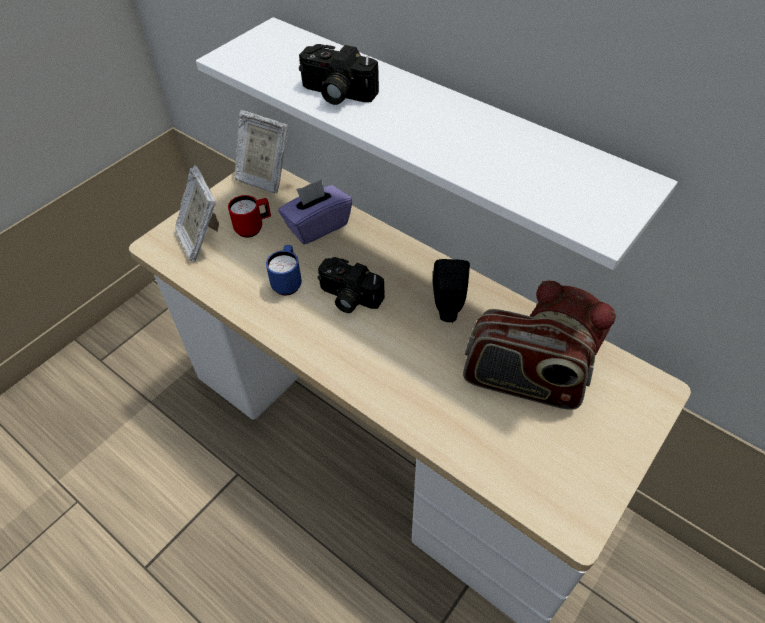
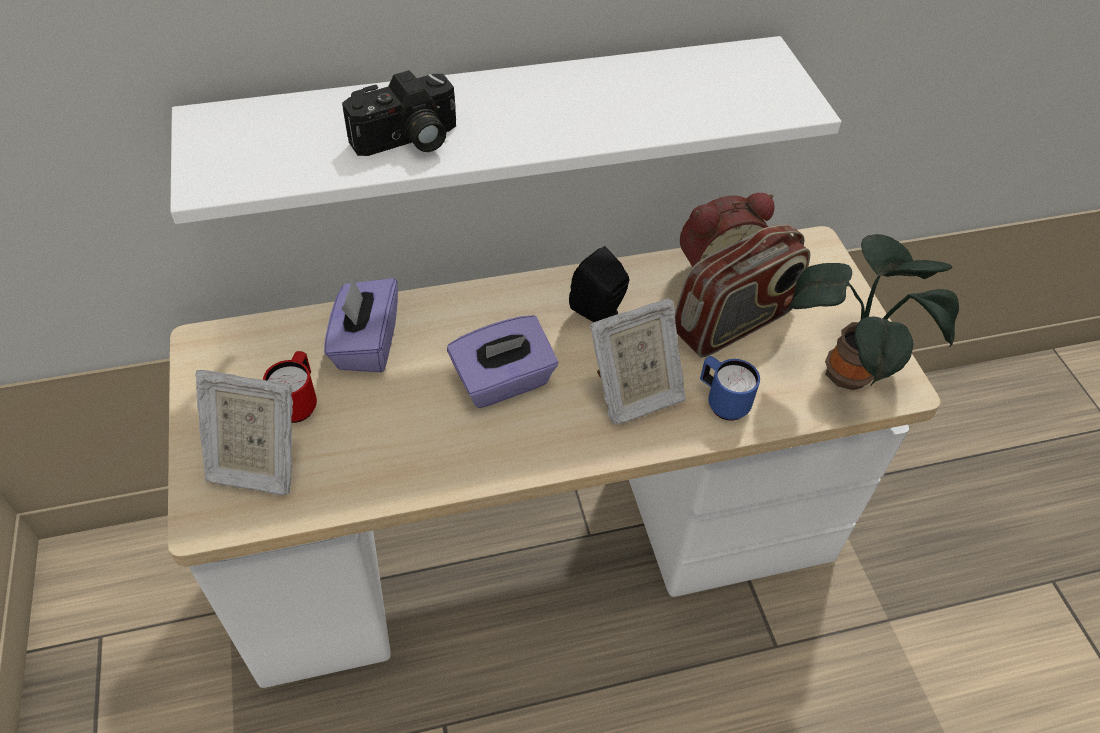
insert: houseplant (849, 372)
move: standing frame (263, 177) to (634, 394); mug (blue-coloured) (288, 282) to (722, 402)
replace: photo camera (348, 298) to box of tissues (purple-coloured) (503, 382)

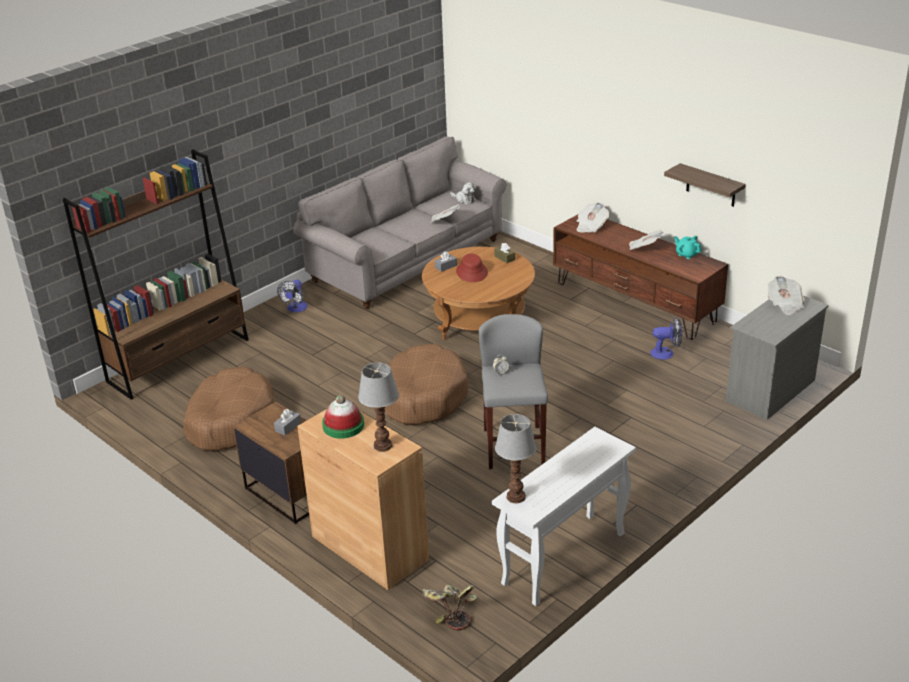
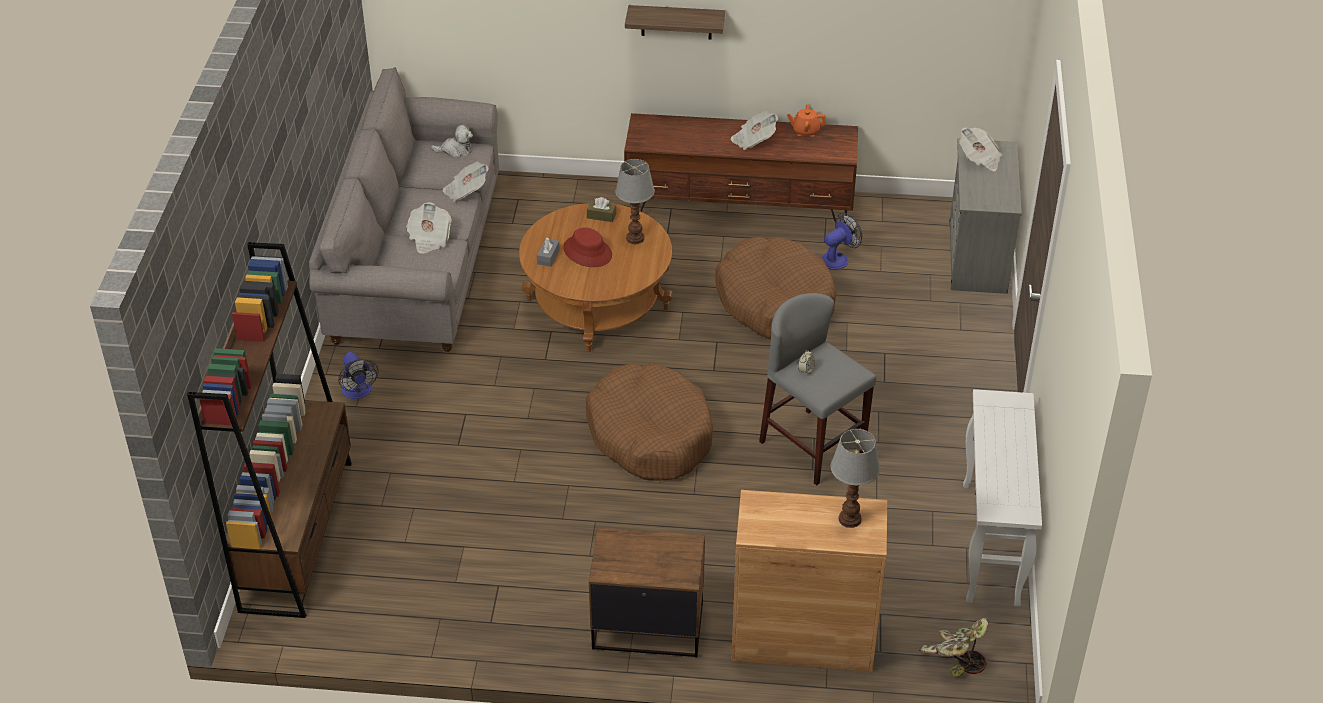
delete: box of tissues (gray) (288, 427); wearable hat (343, 425)
move: daily paper (591, 226) to (429, 238); table lamp (516, 497) to (636, 238); shelf (711, 185) to (676, 22); dog cushion (brown) (230, 421) to (775, 302)
recolor: tea pot (blue-green) (686, 254) to tea pot (orange) (805, 131)

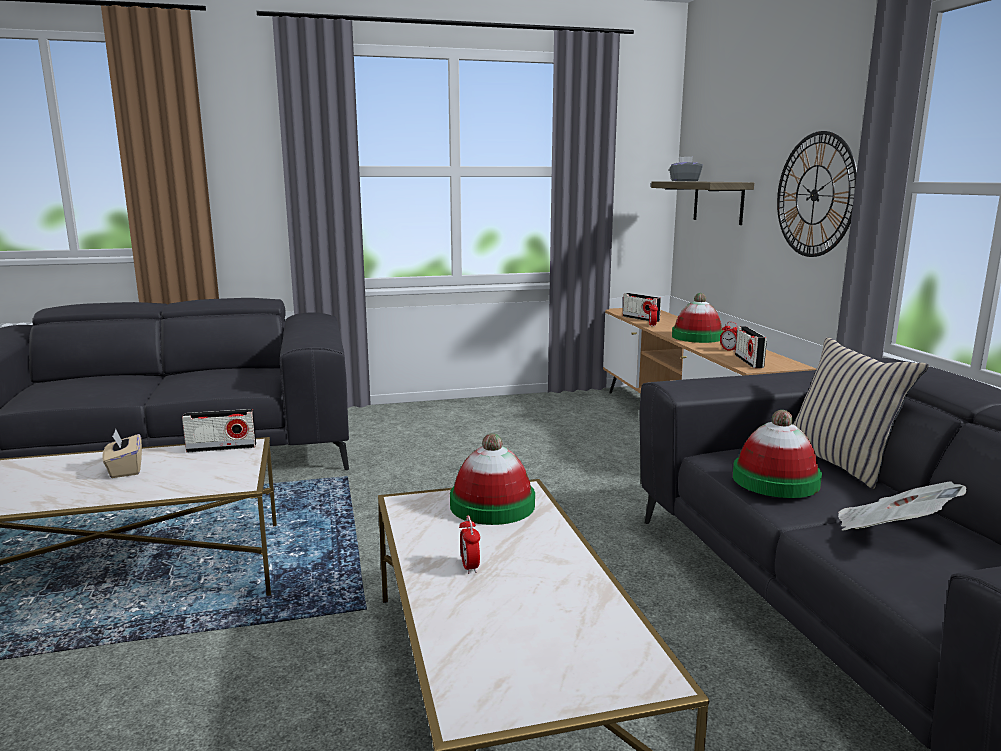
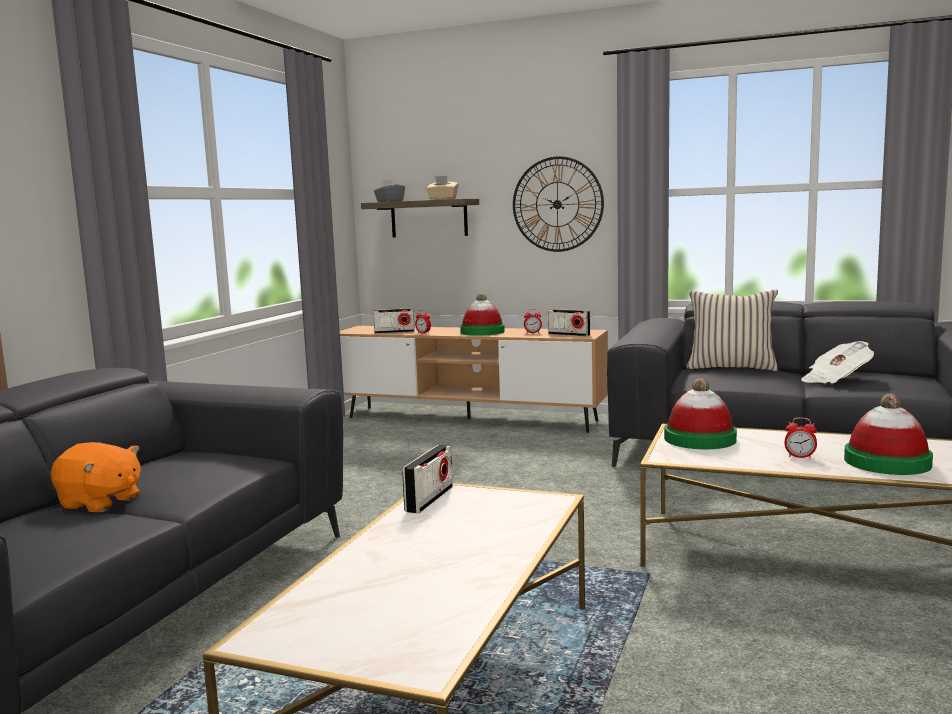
insert: soft toy (orange) (100, 502)
move: box of tissues (sand-coloured) (125, 469) to (442, 199); wearable hat (775, 480) to (887, 462)

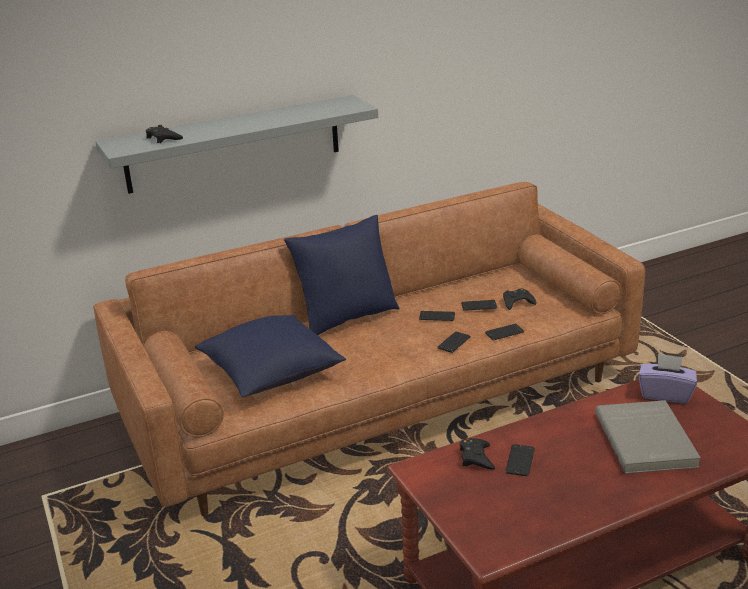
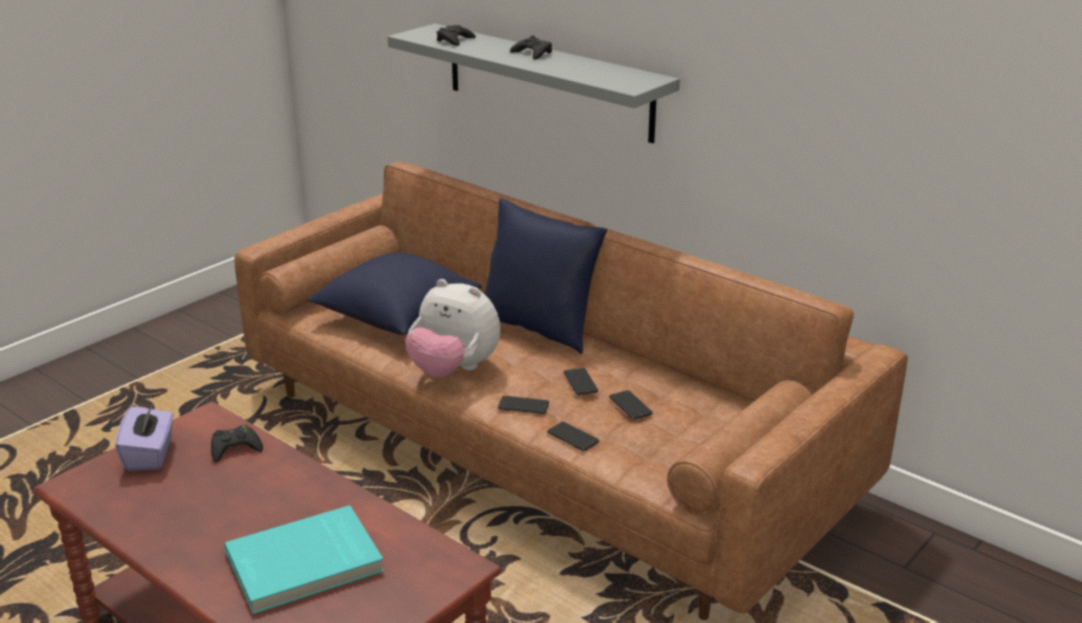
delete: phone (520, 460)
insert: soft toy (453, 370)
move: box of tissues (purple-coloured) (665, 394) to (150, 455); joypad (blackish) (517, 302) to (533, 53)
recolor: bound book (gray) (647, 440) to bound book (blue-green) (305, 564)

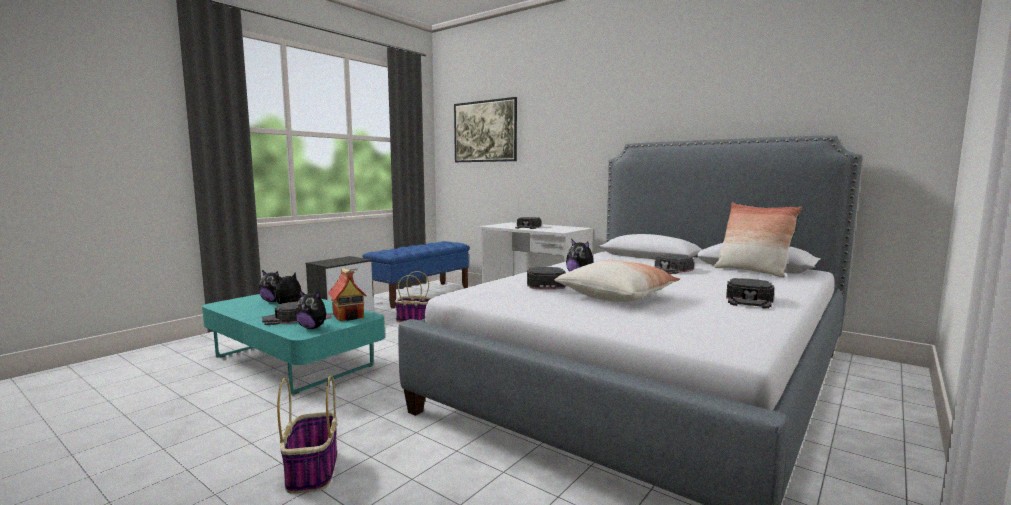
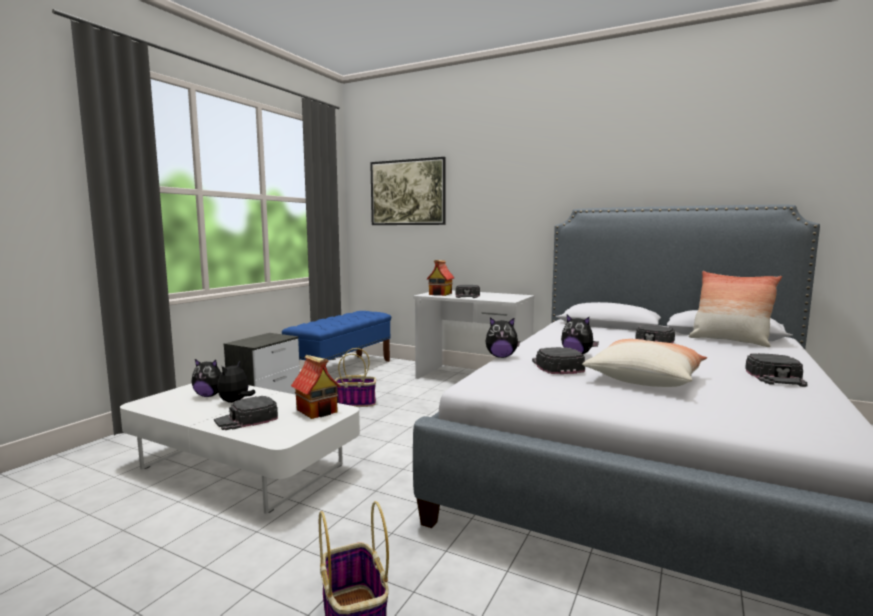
insert: model house (440, 294)
move: soft toy (313, 327) to (501, 357)
recolor: coffee table (blue-green) (293, 361) to coffee table (white-coloured) (242, 467)

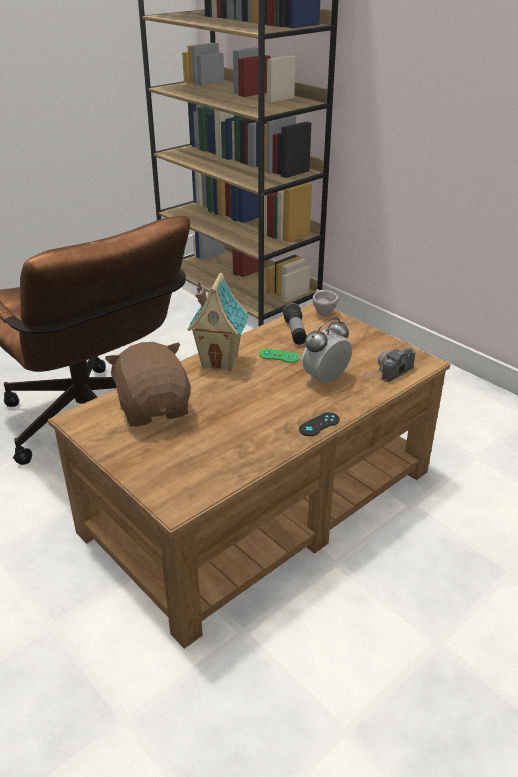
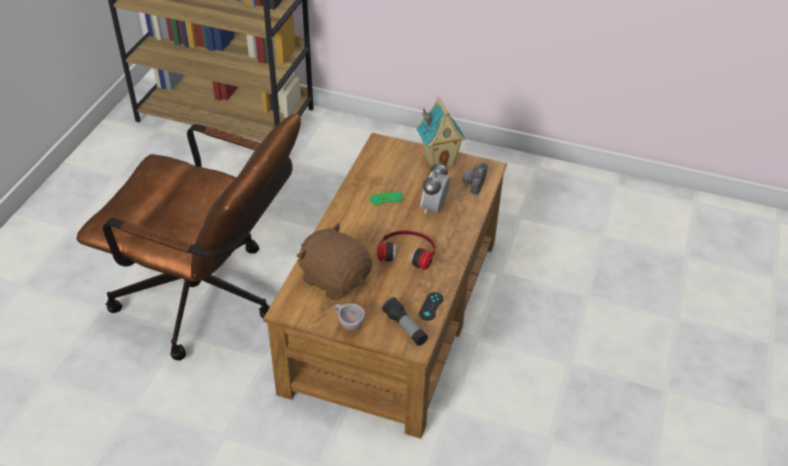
insert: headset (407, 251)
move: drinking cup (sand-coloured) (322, 312) to (348, 325); torch (295, 332) to (405, 328); model house (220, 361) to (439, 160); joypad (blackish) (319, 424) to (431, 306)

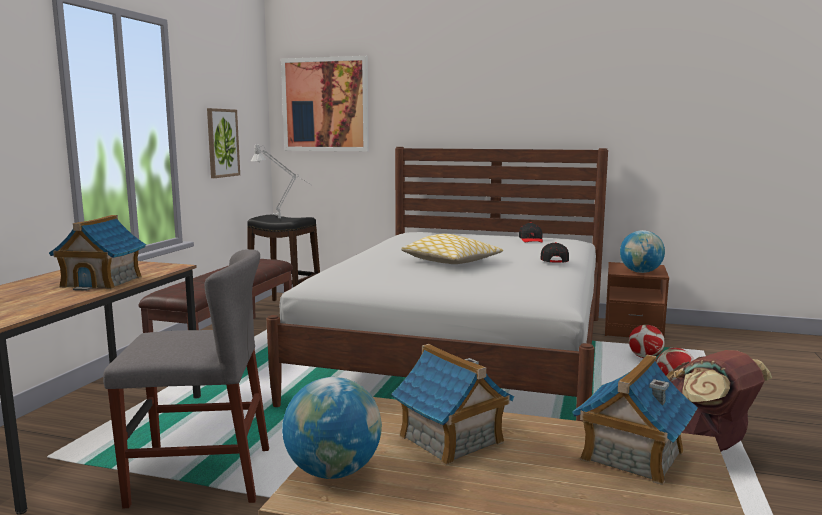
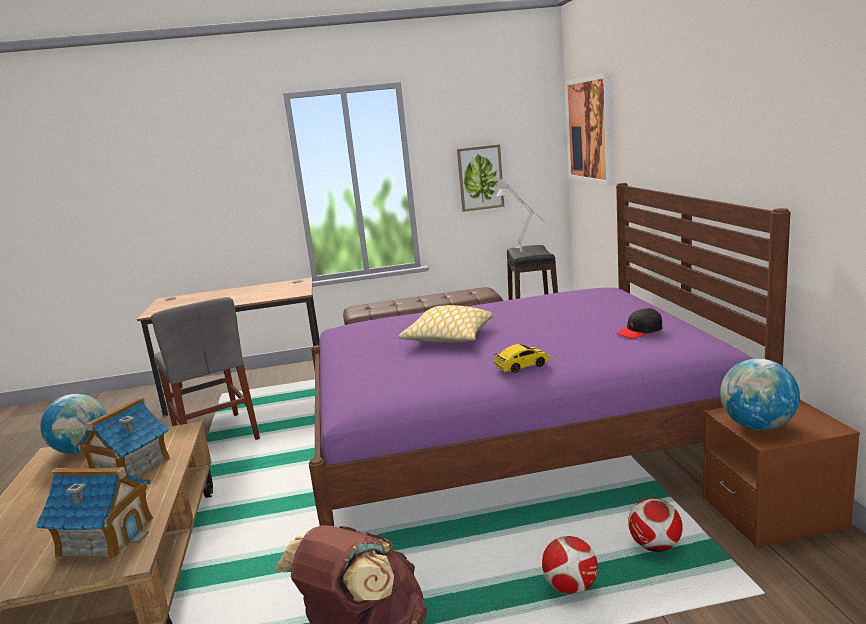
delete: model house (102, 282)
replace: cap (blackish) (553, 260) to miniature car (522, 366)
recolor: bedroom bed (white-coloured) (464, 355) to bedroom bed (purple-coloured) (512, 441)

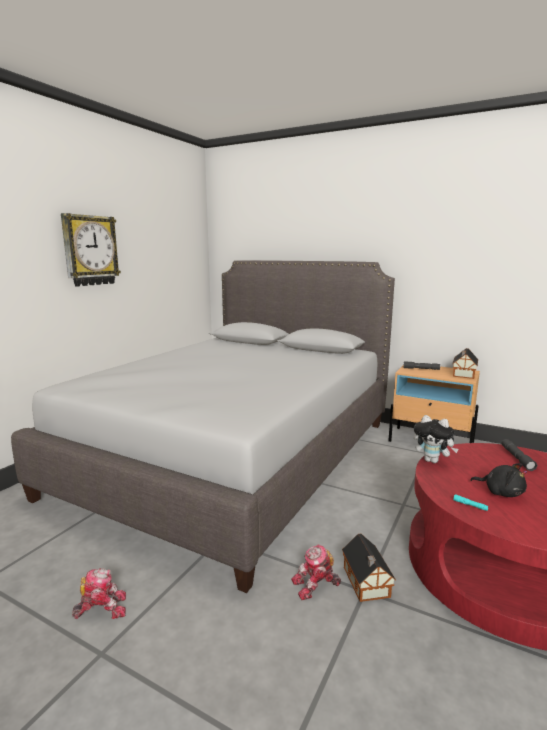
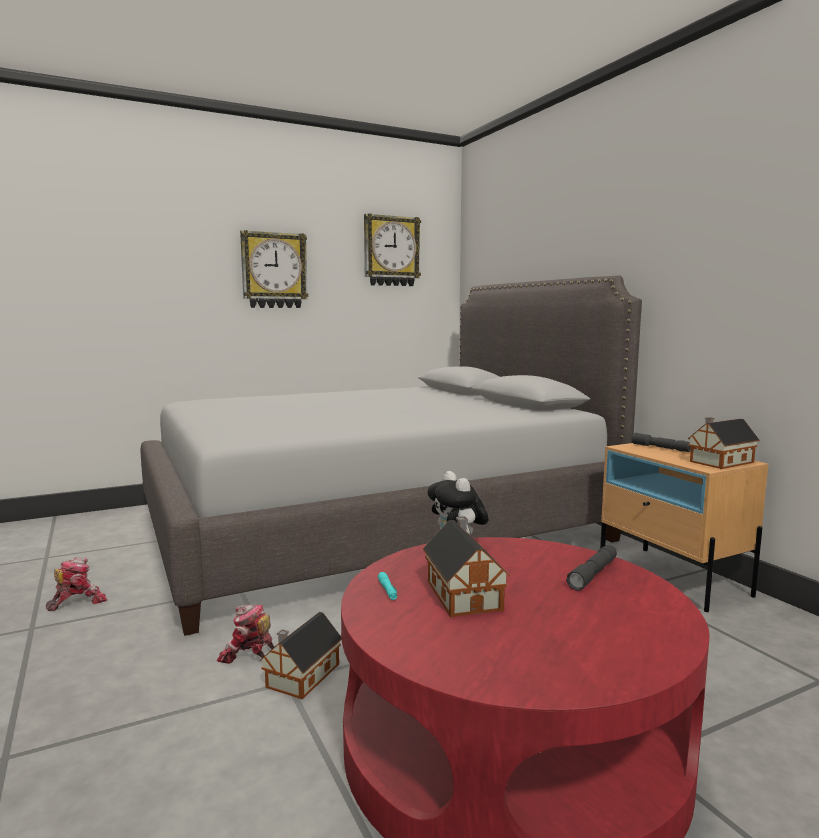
insert: hanging clock (391, 251)
replace: soft toy (blackish) (501, 492) to model house (463, 593)
rotate: model robot (102, 608) = (77, 601) 60 degrees counterclockwise

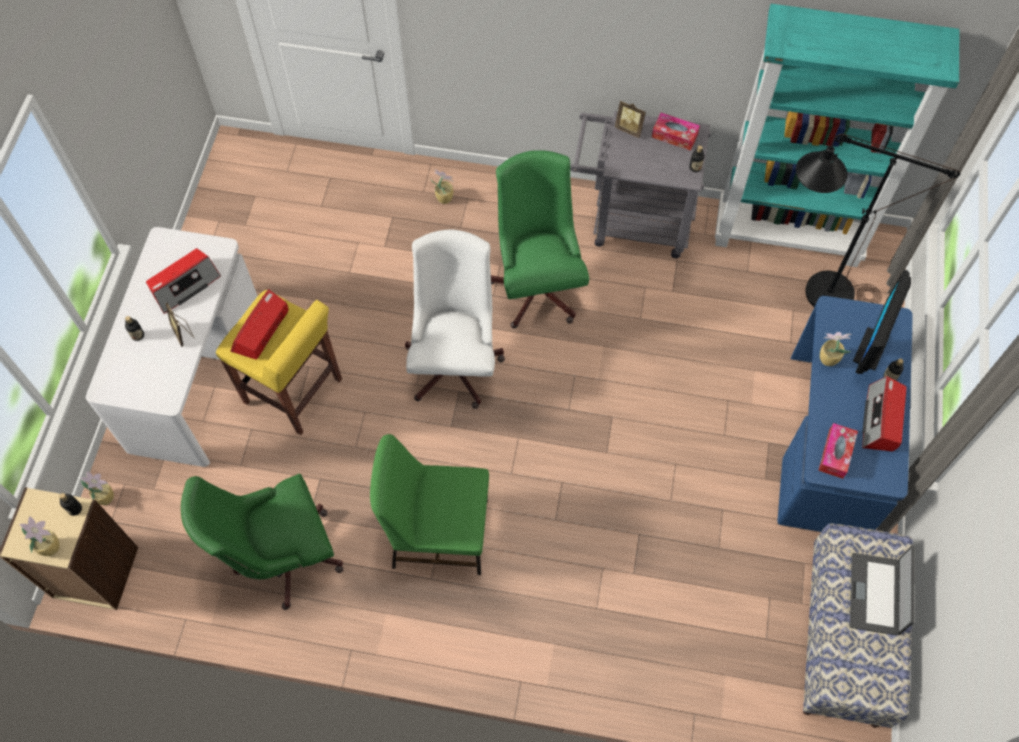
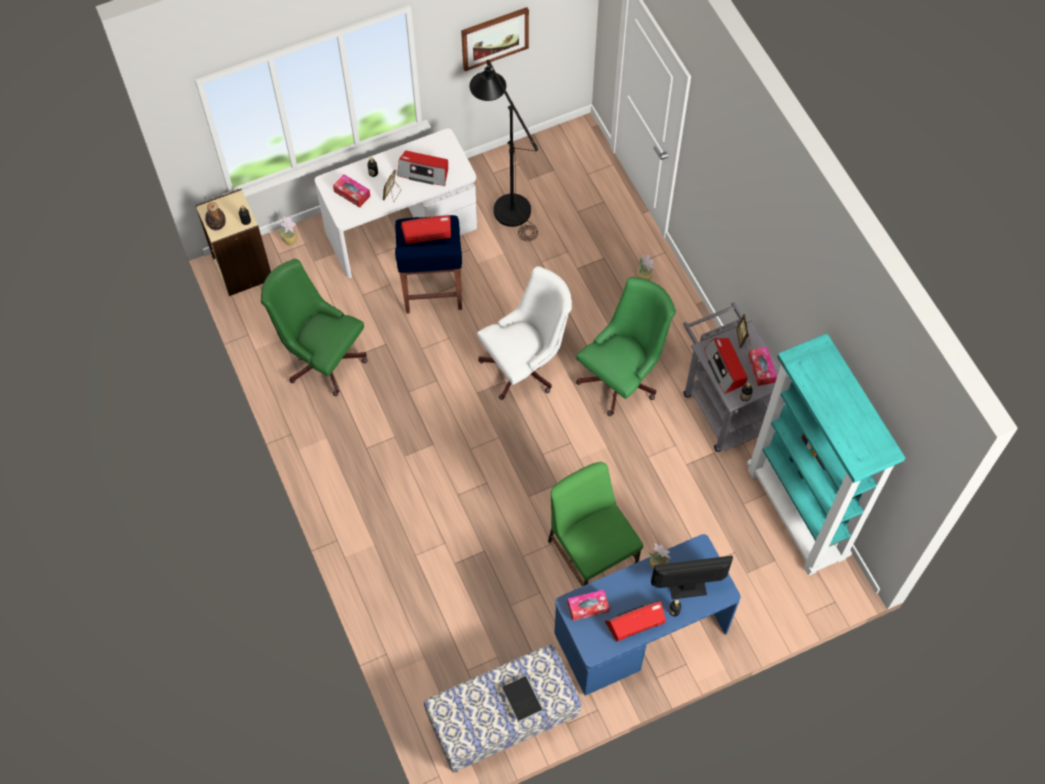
insert: box of tissues (352, 194); wall art (494, 38); radio (725, 368)
move: floor lamp (blackish) (815, 292) to (506, 202); plain chair (green) (438, 532) to (592, 552)
replace: houseplant (50, 546) to drink bottle (217, 225); notebook computer (876, 594) to bound book (521, 698)
recolor: stool seat (yellow) (294, 392) to stool seat (blue-coloured) (432, 290)

